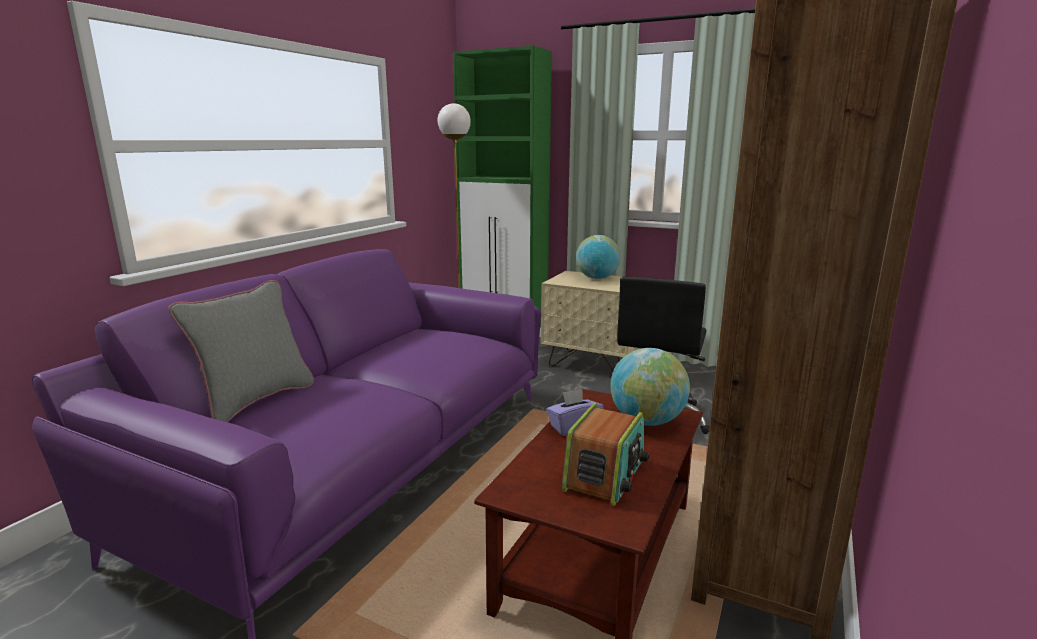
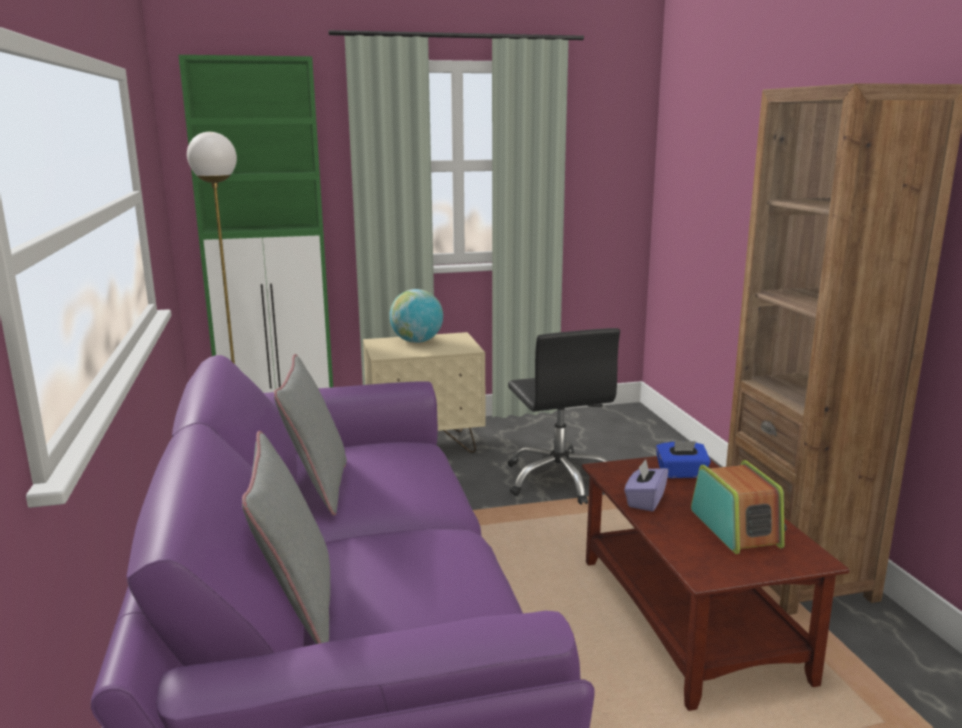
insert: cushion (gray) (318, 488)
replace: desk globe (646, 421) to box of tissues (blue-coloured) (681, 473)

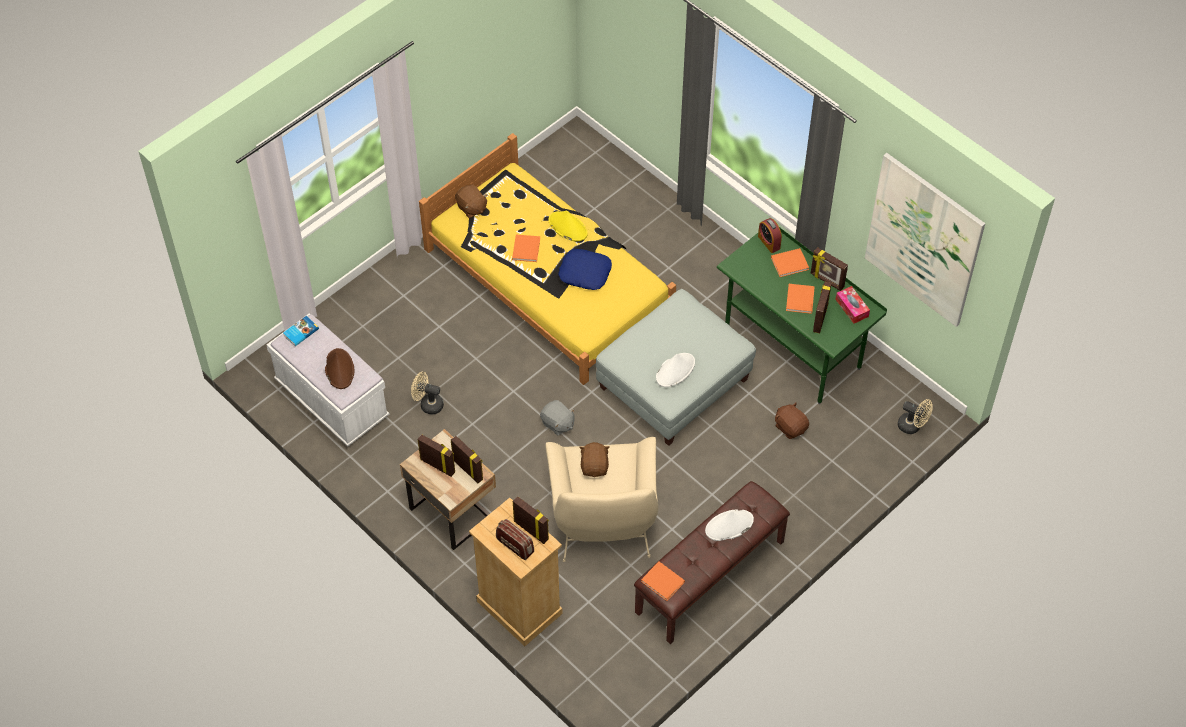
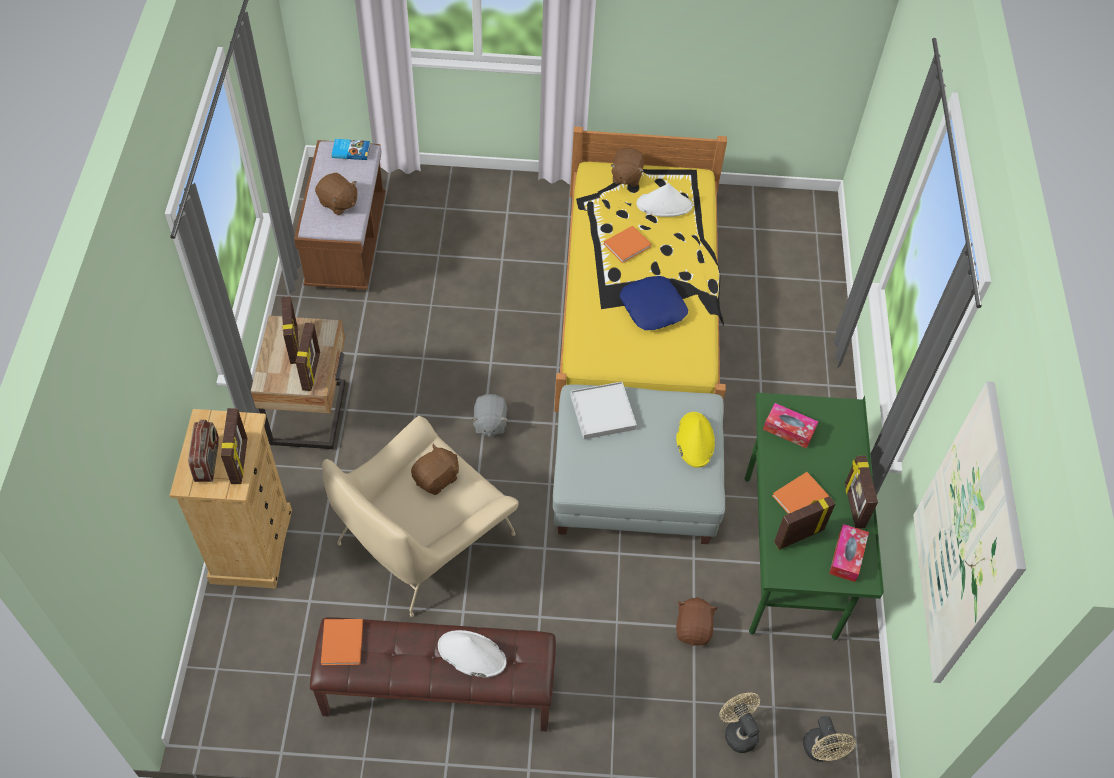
delete: bedside clock (769, 242); bound book (orange) (790, 263)
insert: carrying tray (white-coloured) (603, 412); box of tissues (789, 429)
move: wearable hat (white-coloured) (675, 370) to (664, 205); wearable hat (yellow) (567, 227) to (695, 440); electric fan (sand-coloured) (428, 404) to (738, 731)
replace: wearable hat (brown) (339, 369) to soft toy (brown) (338, 203)
recolor: long seat (white-coloured) (332, 400) to long seat (brown) (346, 243)

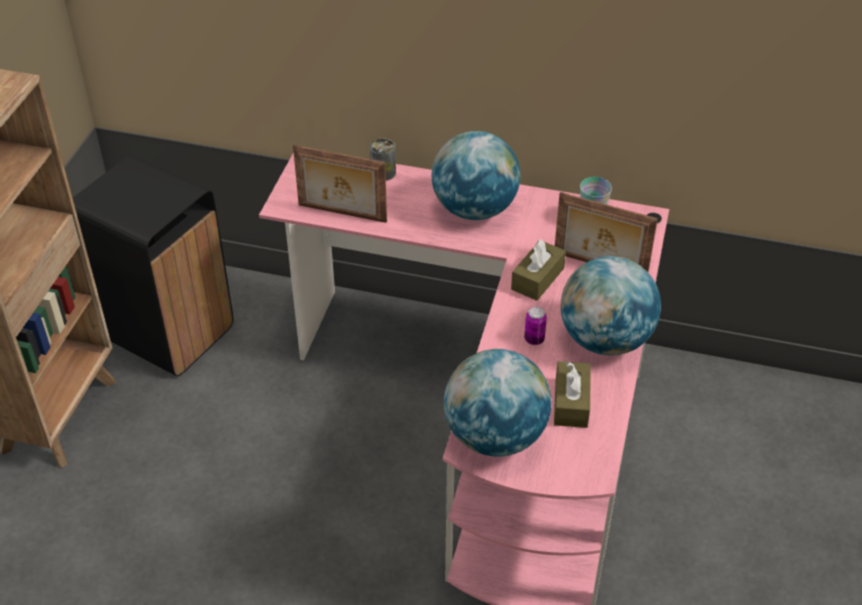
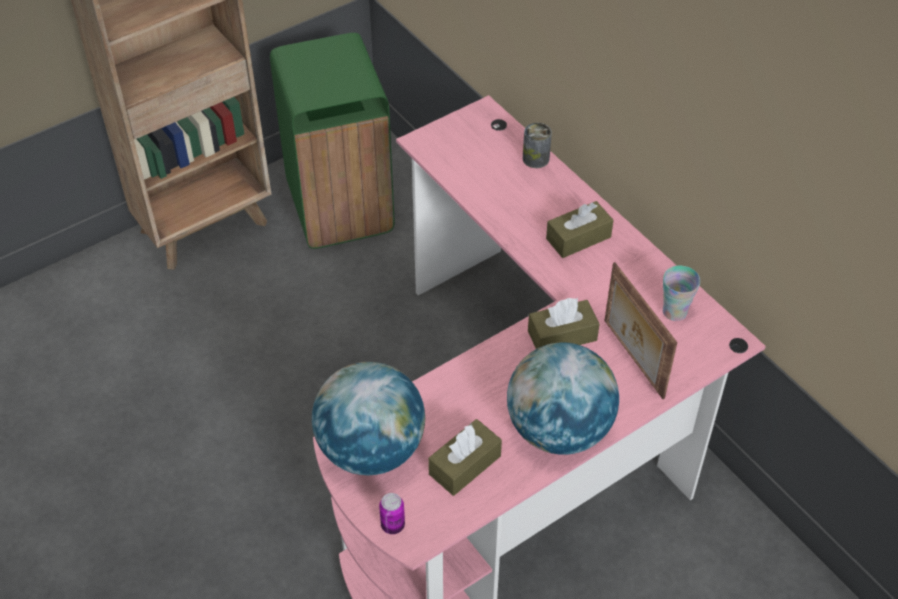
delete: standing frame (342, 214)
move: metal can (534, 339) to (392, 525)
replace: desk globe (474, 209) to box of tissues (brown) (578, 238)
recolor: waste bin (blackish) (168, 334) to waste bin (green) (339, 209)

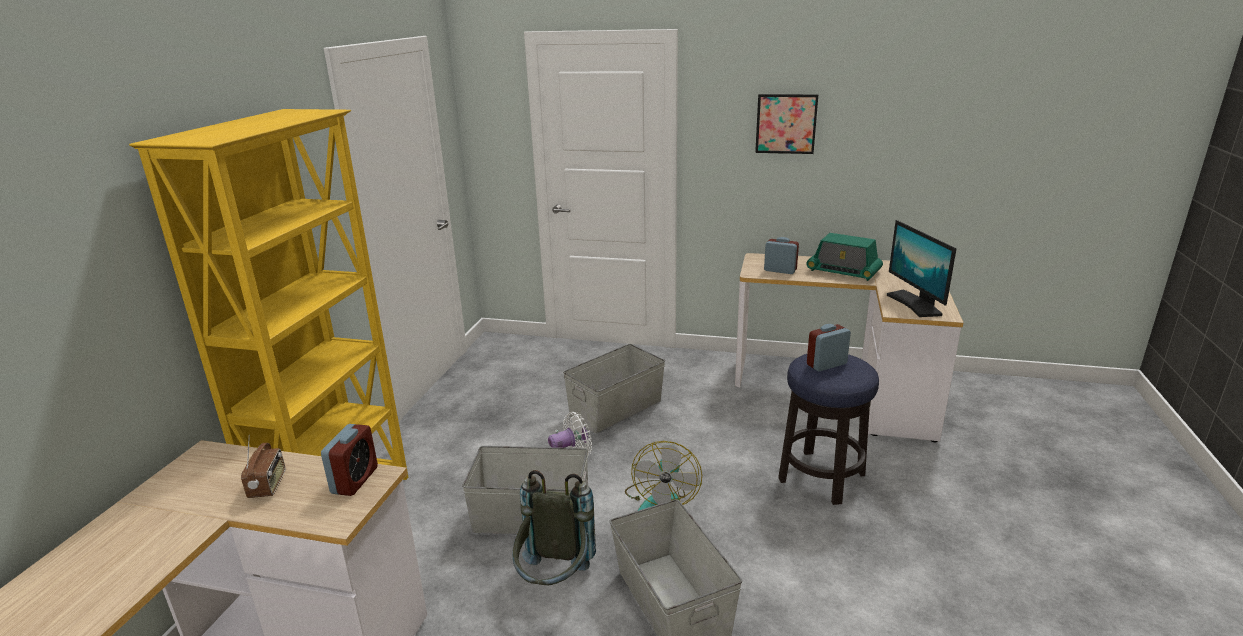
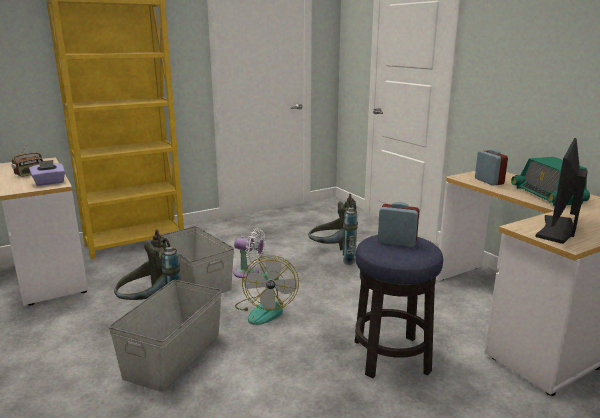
delete: wall art (786, 124)
replace: bedside clock (355, 480) to box of tissues (purple-coloured) (49, 183); storage bin (gray) (616, 408) to backpack (gray) (333, 257)
rotate: electric fan (661, 502) = (265, 310) 60 degrees counterclockwise

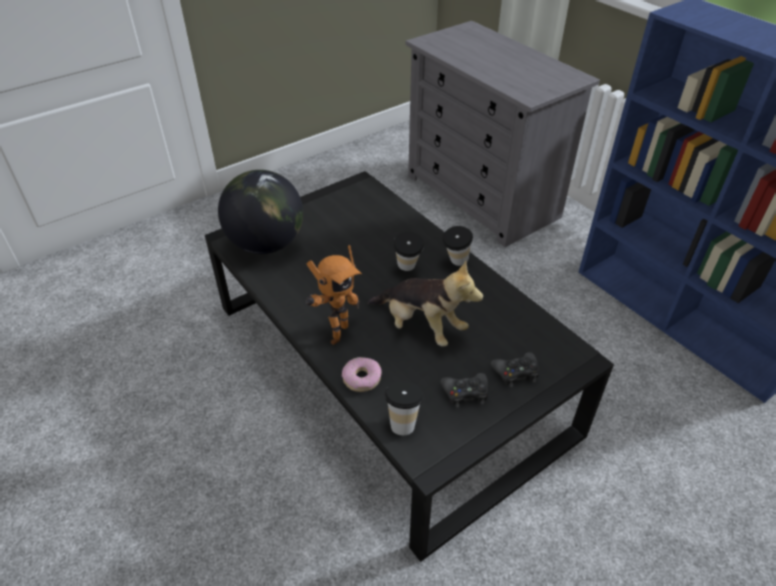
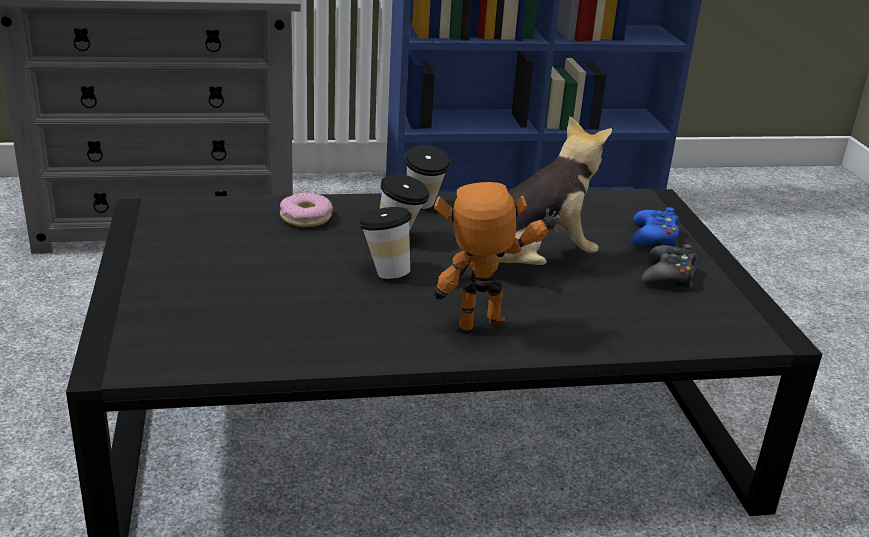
delete: desk globe (266, 244)
move: doughnut (362, 378) to (305, 218); drinking cup (403, 421) to (384, 272)
recolor: joypad (blackish) (516, 373) to joypad (blue-coloured) (654, 237)
rotate: model robot (335, 333) = (486, 330) 75 degrees counterclockwise

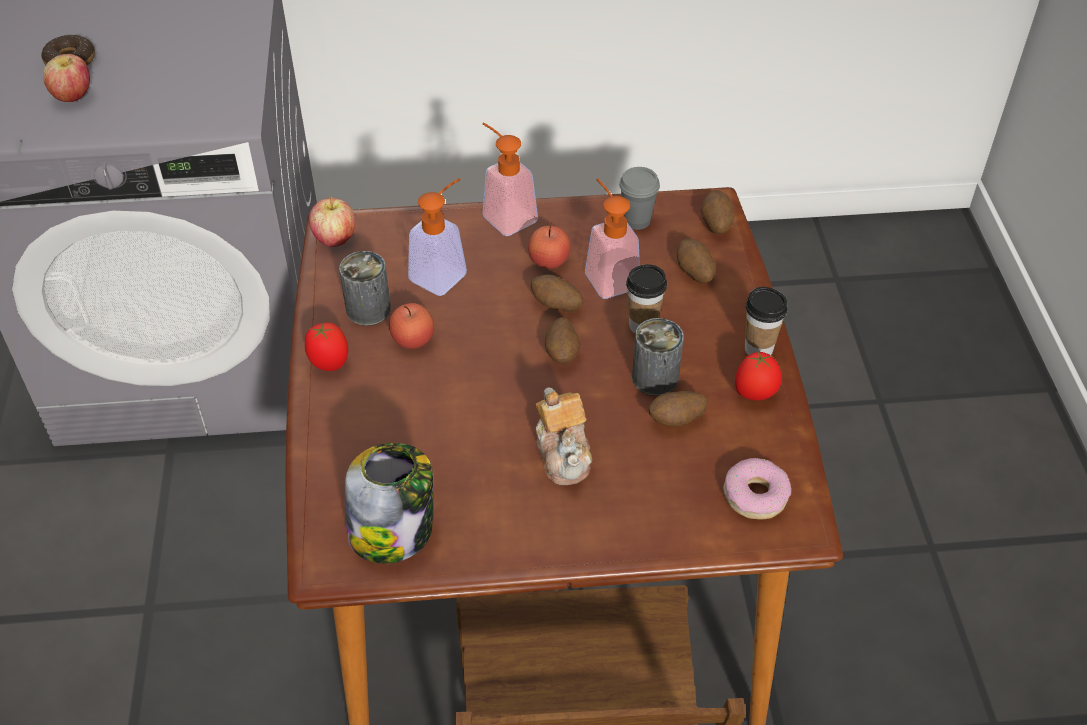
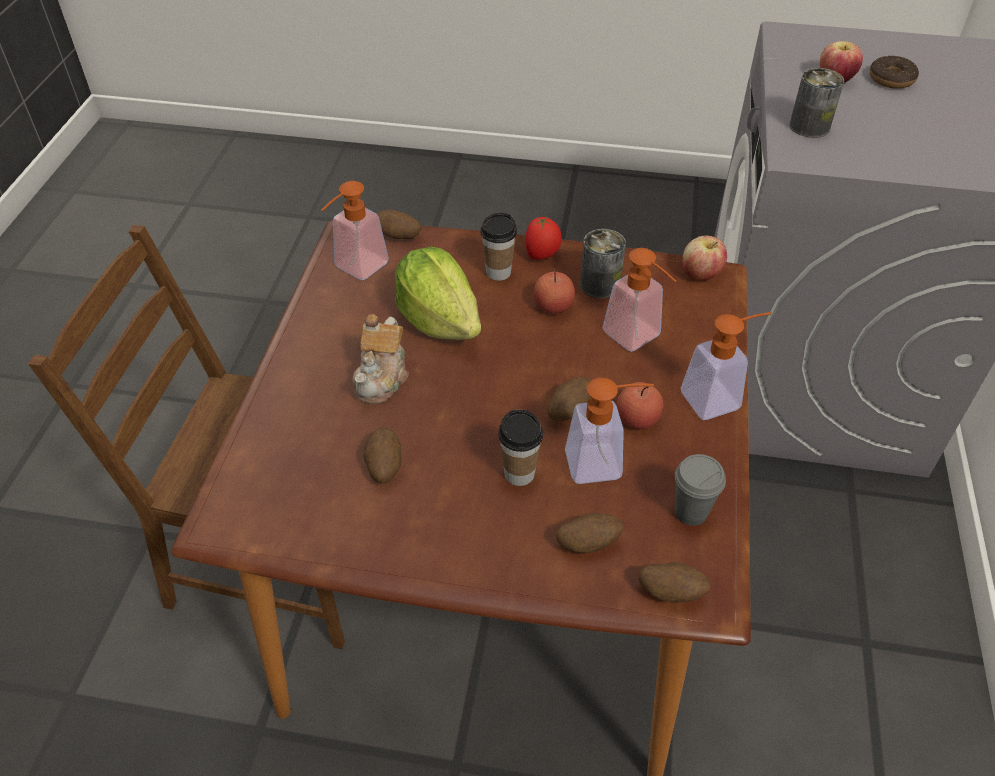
delete: doughnut (755, 495); fresh tomato (755, 394)
insert: lettuce (439, 320)
move: spud (562, 354) to (398, 237); drinking cup (758, 349) to (498, 272); metal can (655, 378) to (809, 126)
replace: jar (393, 531) to liquid soap bottle (355, 269)
rotate: tea pot (564, 453) = (382, 378) 75 degrees counterclockwise

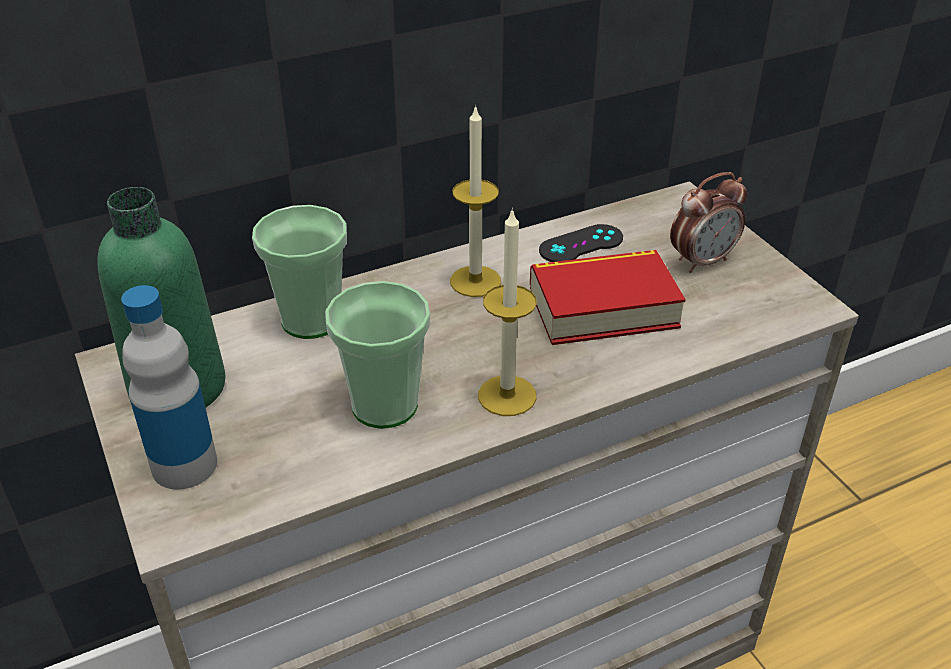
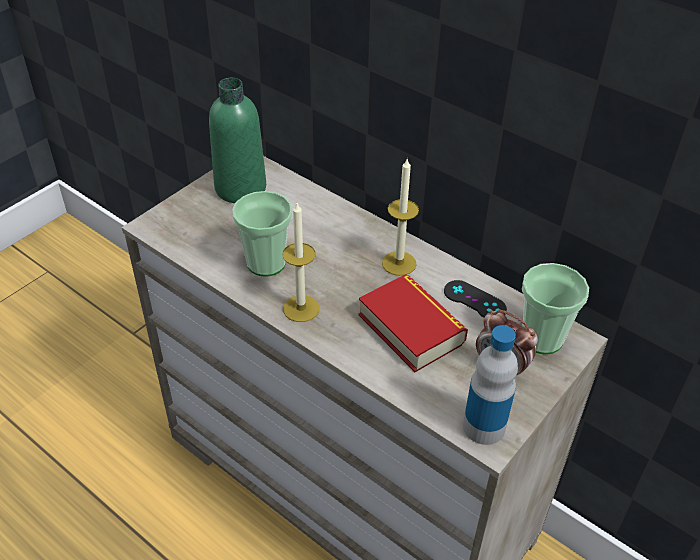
move: drink bottle (184, 465) to (484, 427); drinking cup (311, 320) to (541, 338)

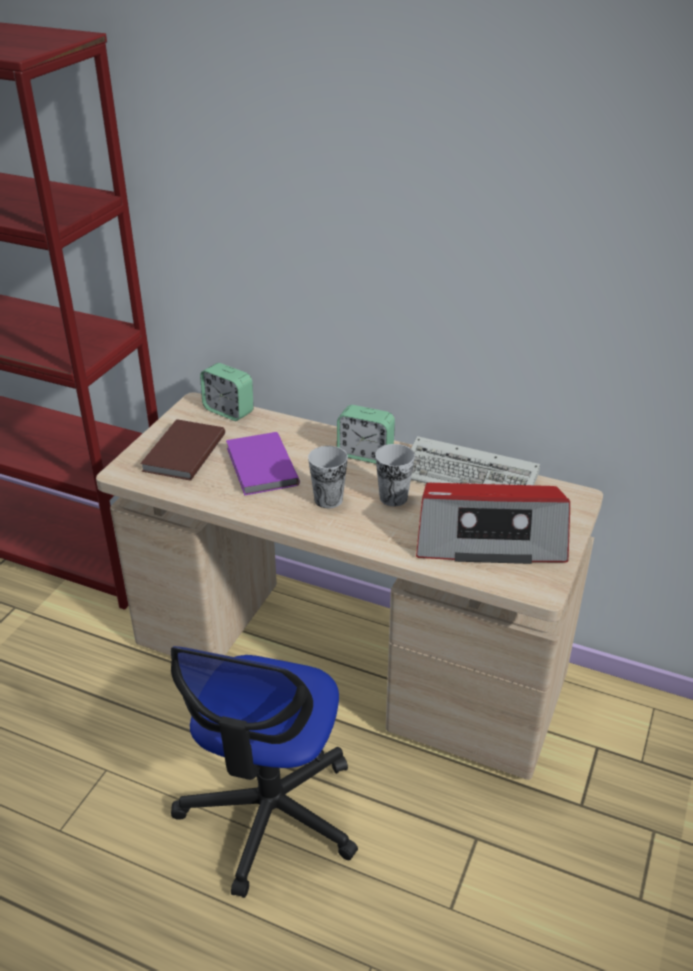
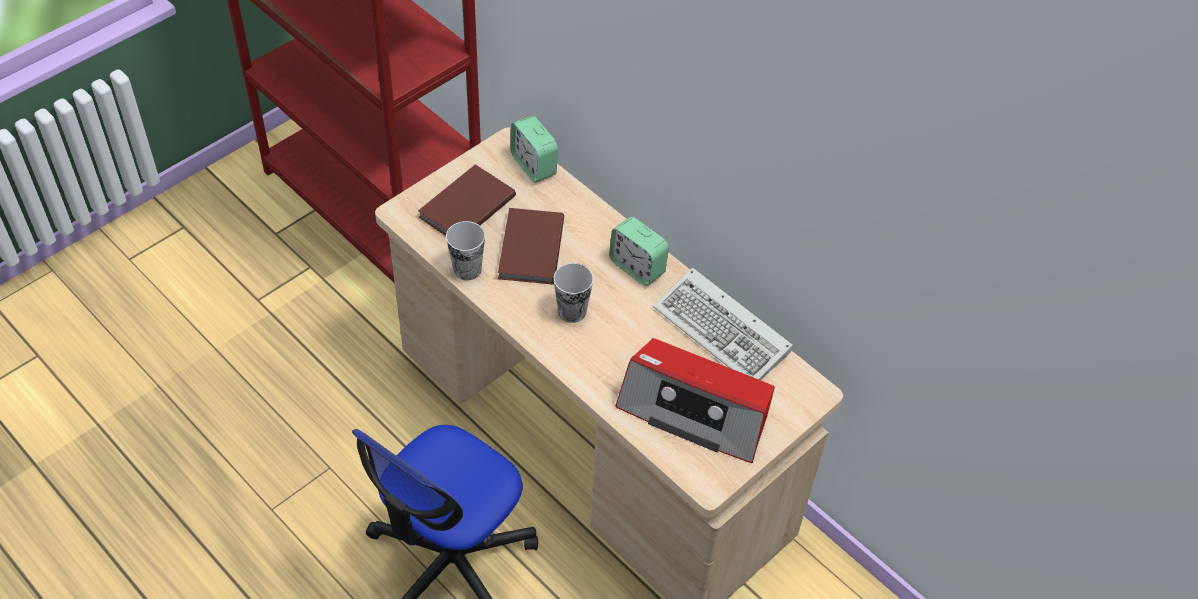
move: drinking cup (393, 497) to (467, 269)
recolor: bound book (purple-coloured) (260, 467) to bound book (brown) (529, 249)

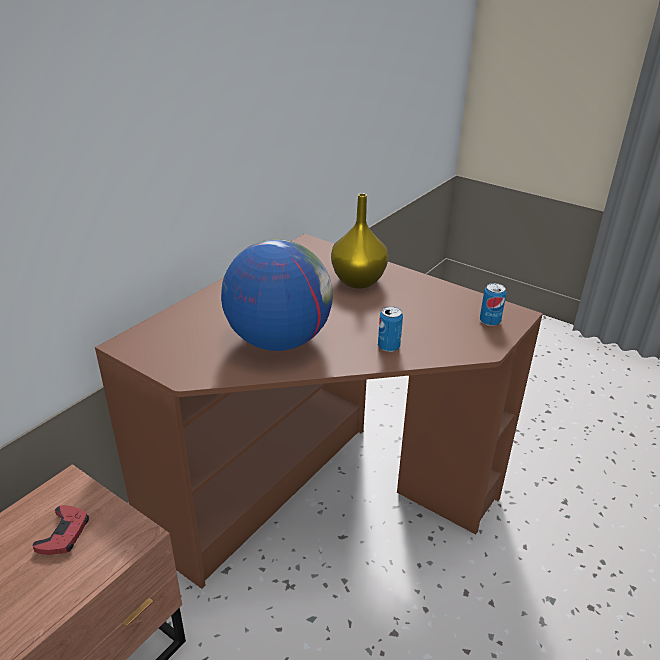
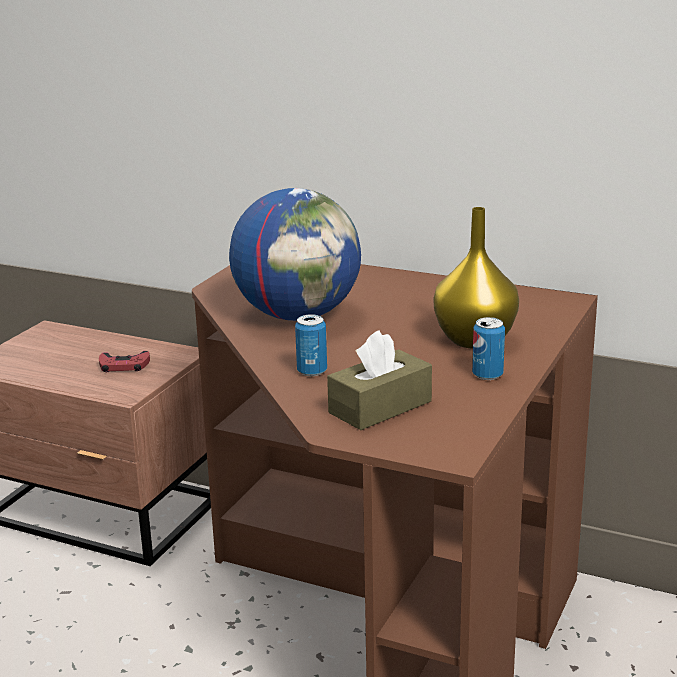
insert: box of tissues (brown) (380, 407)
move: metal can (489, 321) to (487, 375)

